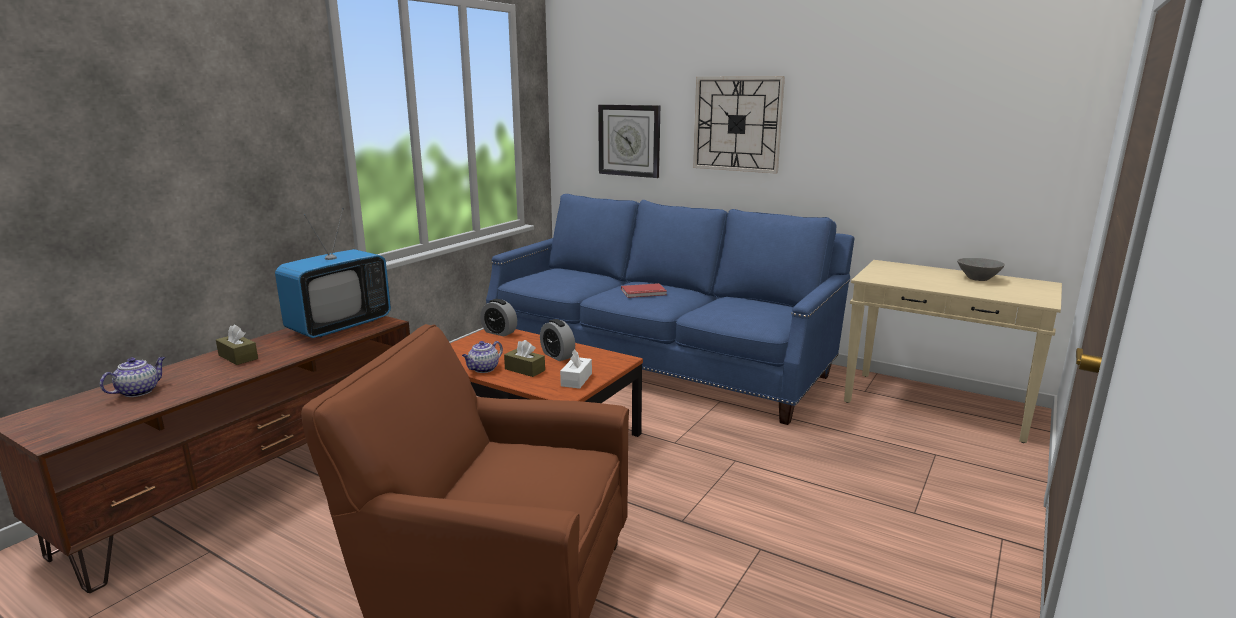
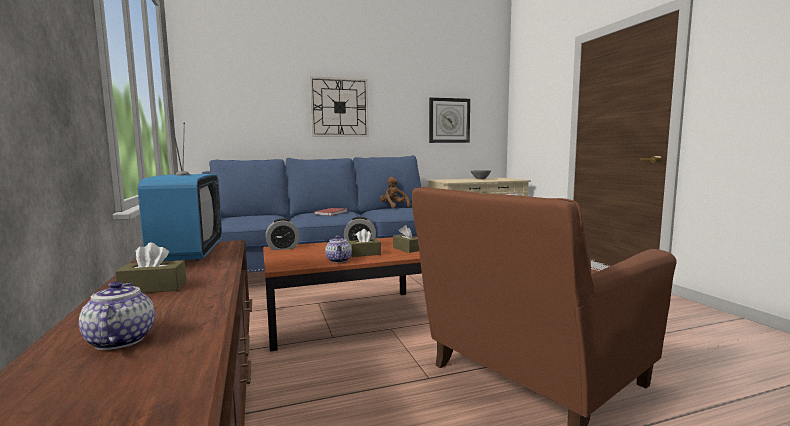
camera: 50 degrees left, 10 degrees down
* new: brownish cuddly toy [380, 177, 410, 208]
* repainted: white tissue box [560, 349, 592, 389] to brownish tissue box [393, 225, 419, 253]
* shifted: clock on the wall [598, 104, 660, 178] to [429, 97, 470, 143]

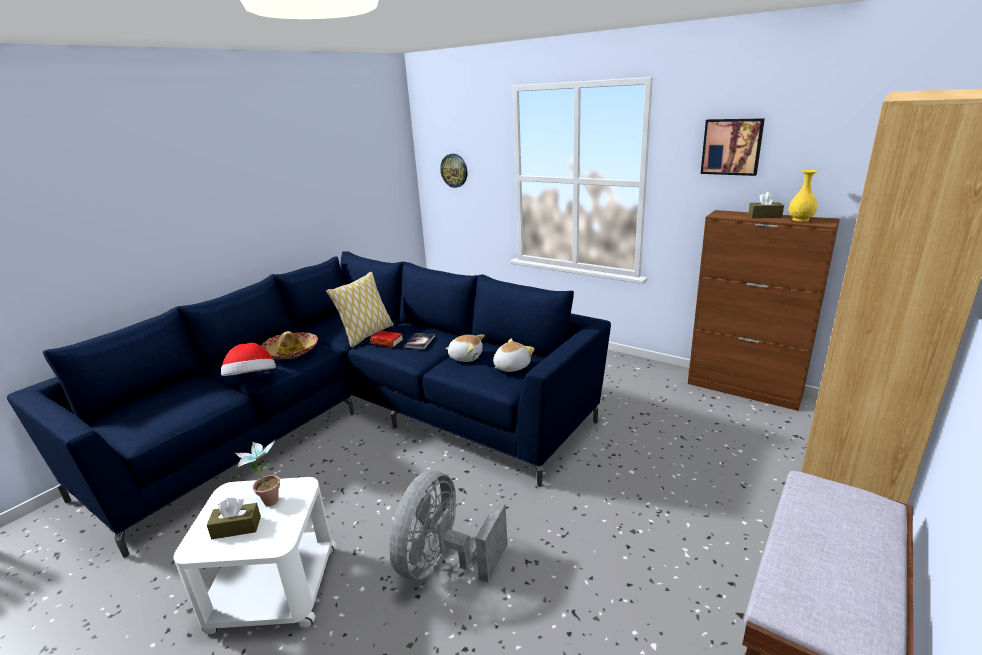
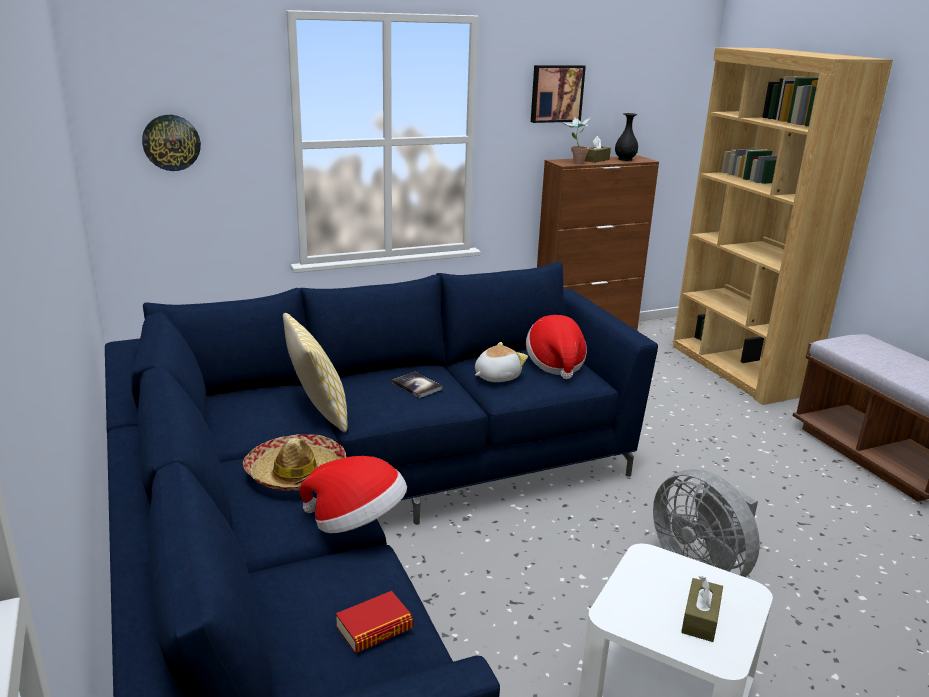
camera: 60 degrees left, 0 degrees up
* shifted: volume [370, 330, 403, 347] to [336, 591, 413, 653]
* swapped: cuddly toy [493, 339, 535, 372] to clothing hat [526, 315, 587, 379]
* shifted: houseplant [235, 440, 280, 506] to [563, 116, 590, 165]
* repainted: yellow-coloured decorative vase [789, 170, 818, 222] to blackish decorative vase [615, 113, 638, 161]

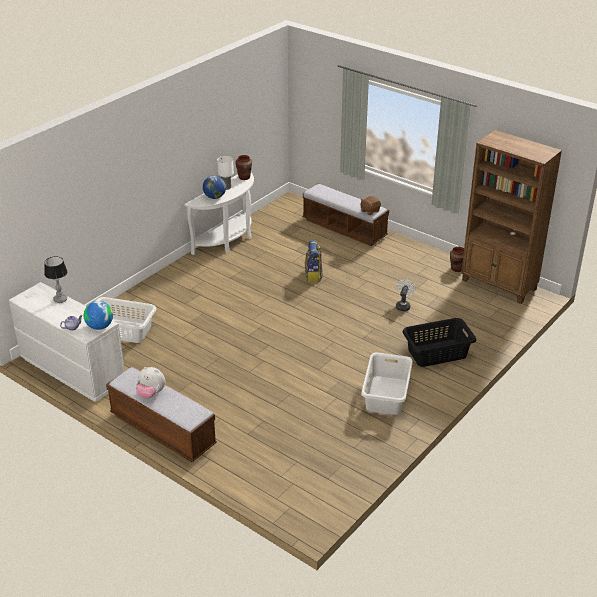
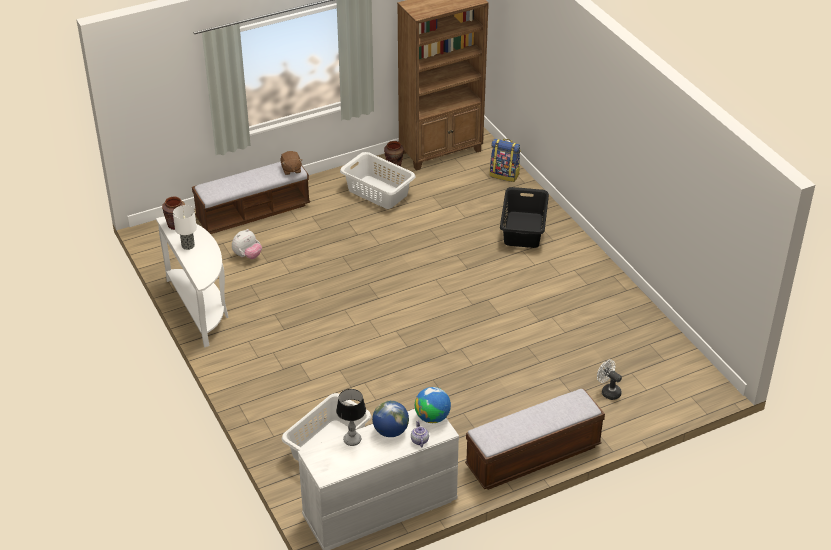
camera: 65 degrees left, 5 degrees up
* shifted: cuddly toy [136, 367, 166, 399] to [232, 229, 262, 259]
* shifted: white washing basket [361, 352, 413, 415] to [340, 152, 415, 209]
* shifted: desk globe [203, 175, 226, 199] to [372, 401, 409, 437]
* shifted: backpack [305, 240, 323, 282] to [490, 139, 521, 182]
* shifted: white fan [396, 279, 415, 311] to [597, 360, 622, 400]

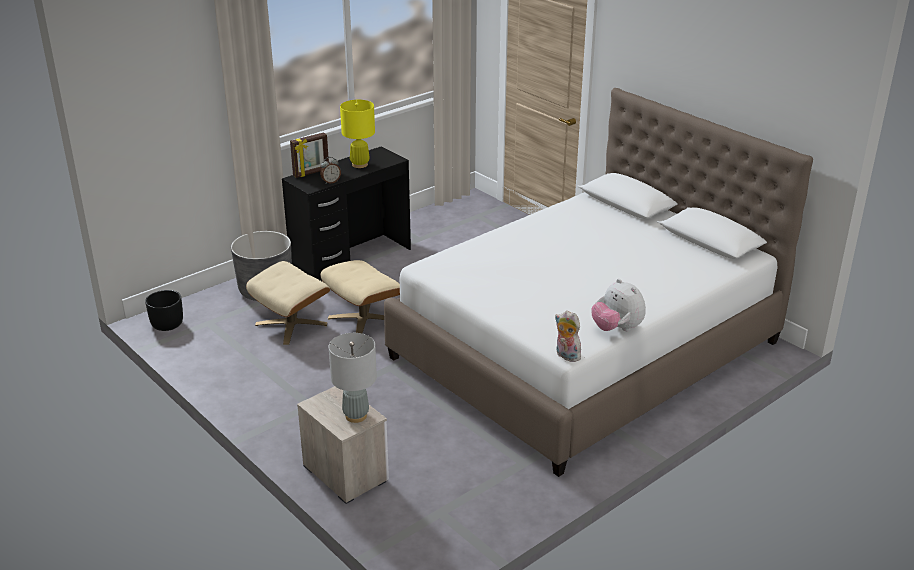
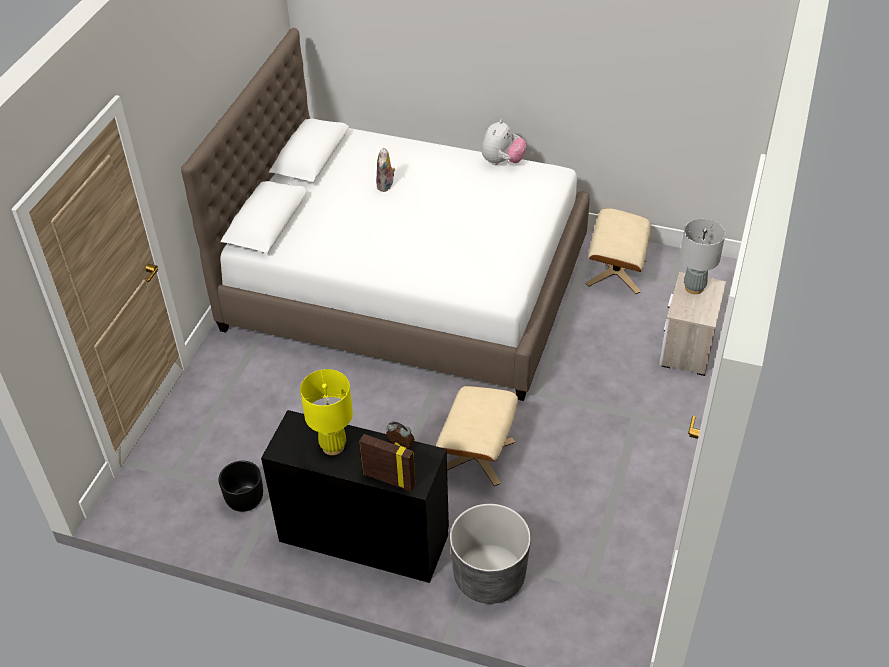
camera: 120 degrees left, 15 degrees up
* shifted: blackish plant pot [145, 290, 183, 331] to [218, 461, 263, 512]
* shifted: cuddly toy [555, 311, 581, 362] to [376, 148, 395, 192]
* shifted: beige-coloured pouffe [246, 261, 330, 345] to [585, 208, 651, 294]

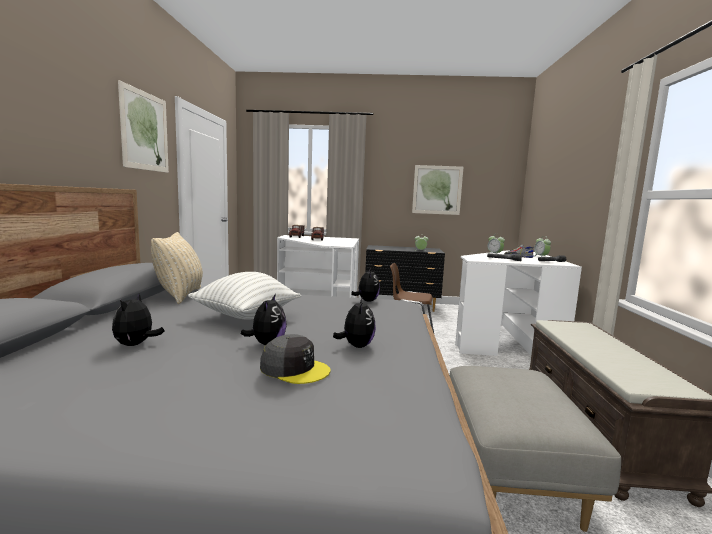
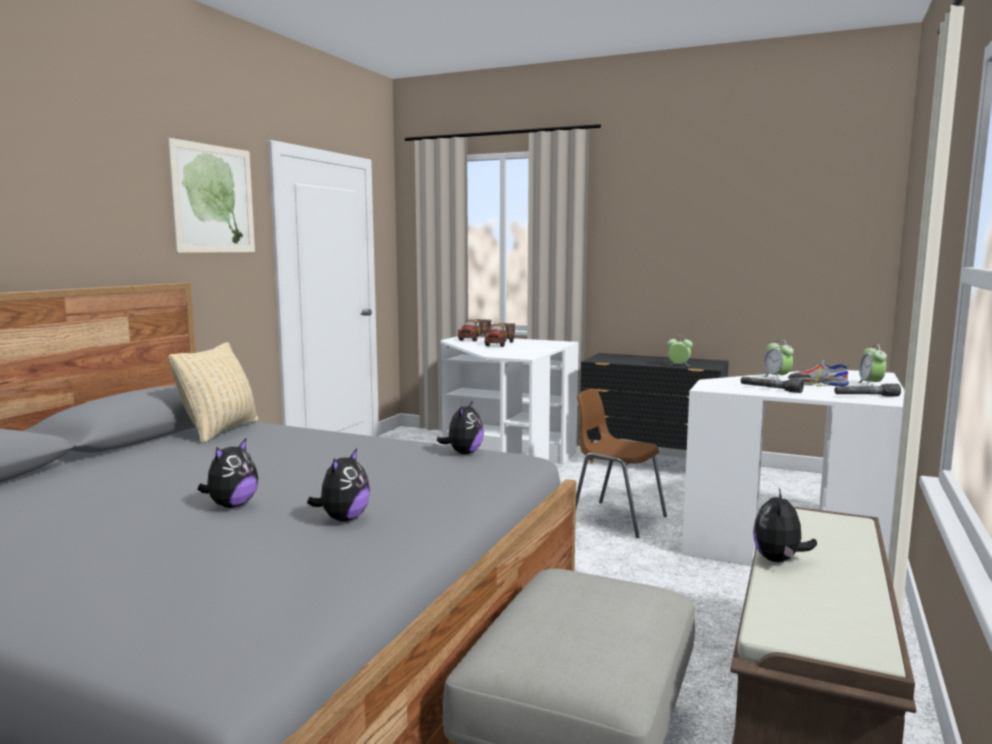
camera: 20 degrees right, 0 degrees up
* shifted: cuddly toy [112, 293, 164, 346] to [753, 488, 817, 562]
* gone: white cushion [188, 272, 301, 320]
* gone: gray cap [260, 334, 331, 384]
* gone: picture [412, 165, 463, 215]

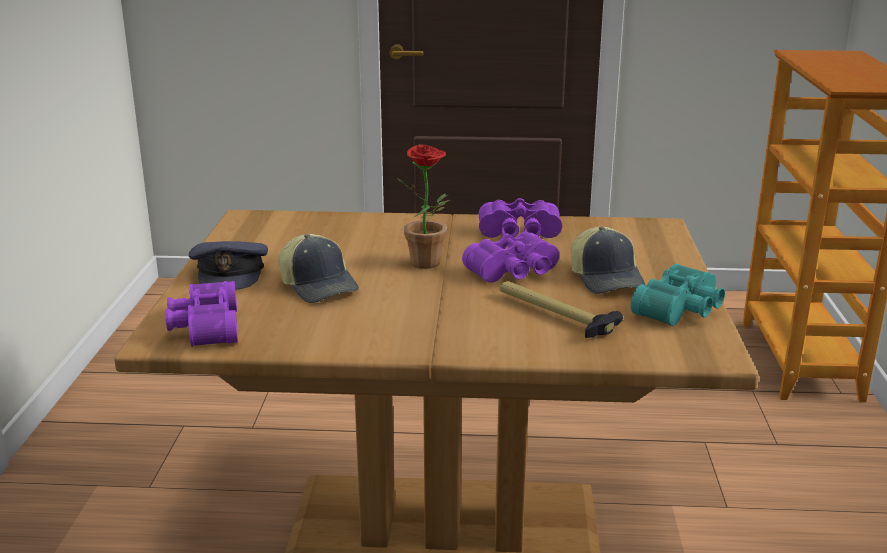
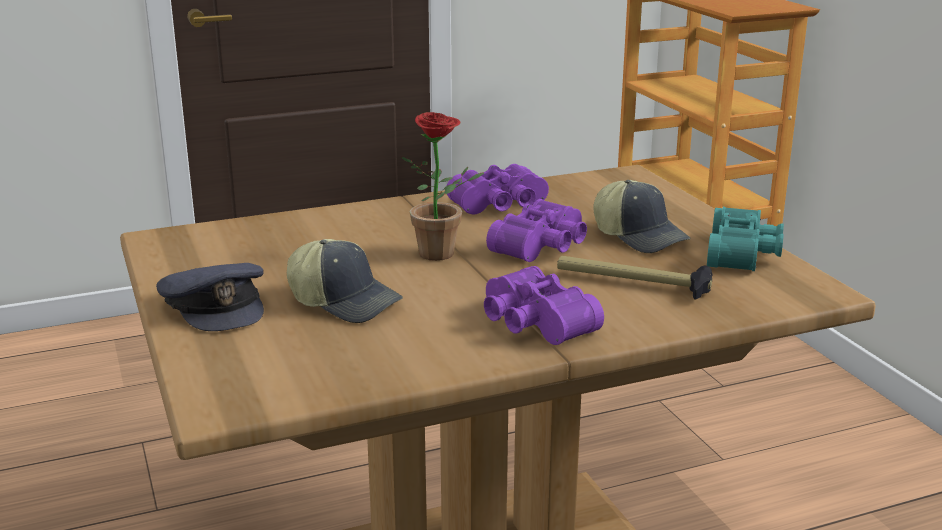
camera: 25 degrees left, 0 degrees up
* shifted: purple-coloured field glasses [166, 281, 238, 347] to [484, 266, 604, 345]

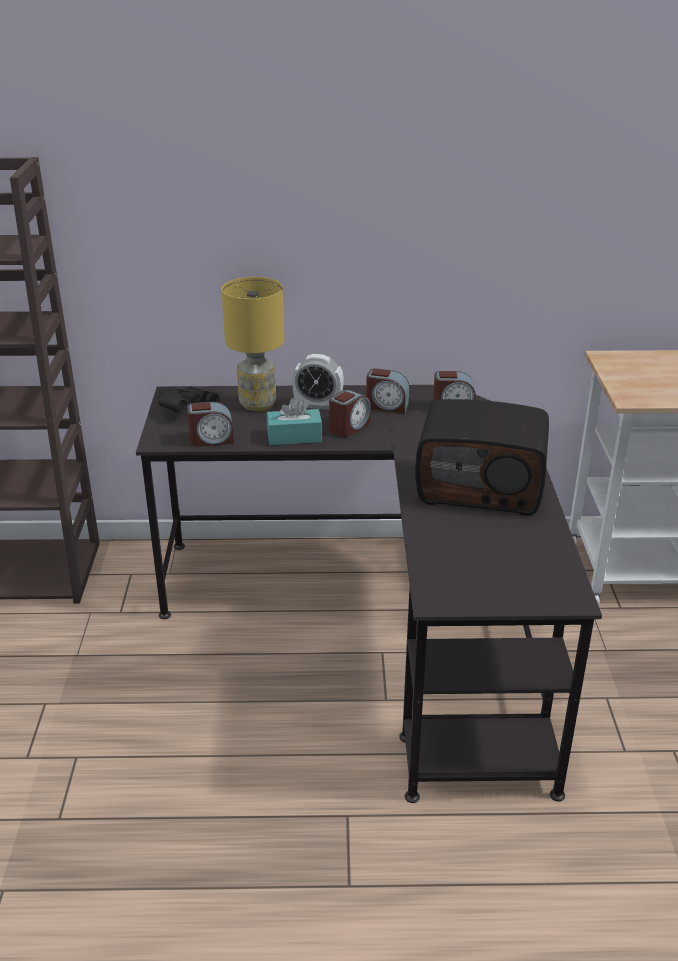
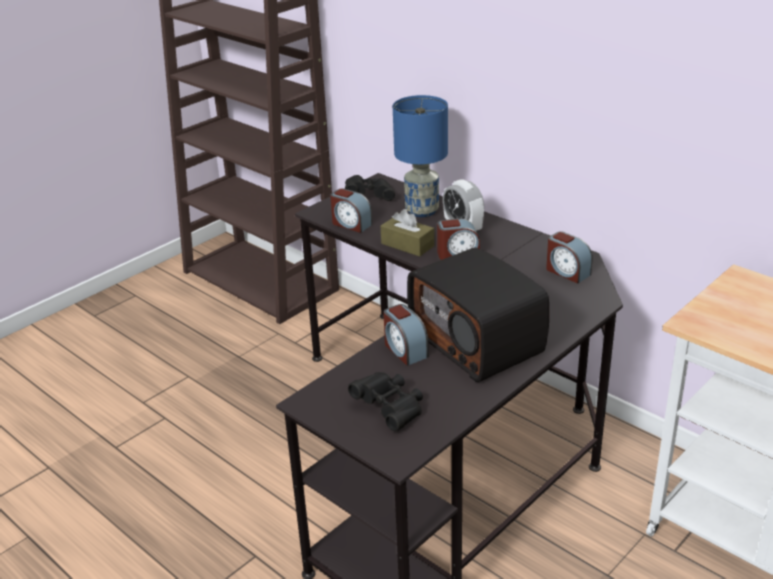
camera: 45 degrees right, 0 degrees up
* new: blackish field glasses [348, 372, 423, 431]
* repainted: blue-green tissue box [267, 398, 322, 445] to brownish tissue box [381, 209, 434, 257]
* shifted: alarm clock [366, 368, 410, 413] to [384, 304, 429, 366]
* repainted: yellow-coloured tabletop lamp [221, 277, 284, 411] to blue tabletop lamp [393, 95, 448, 217]

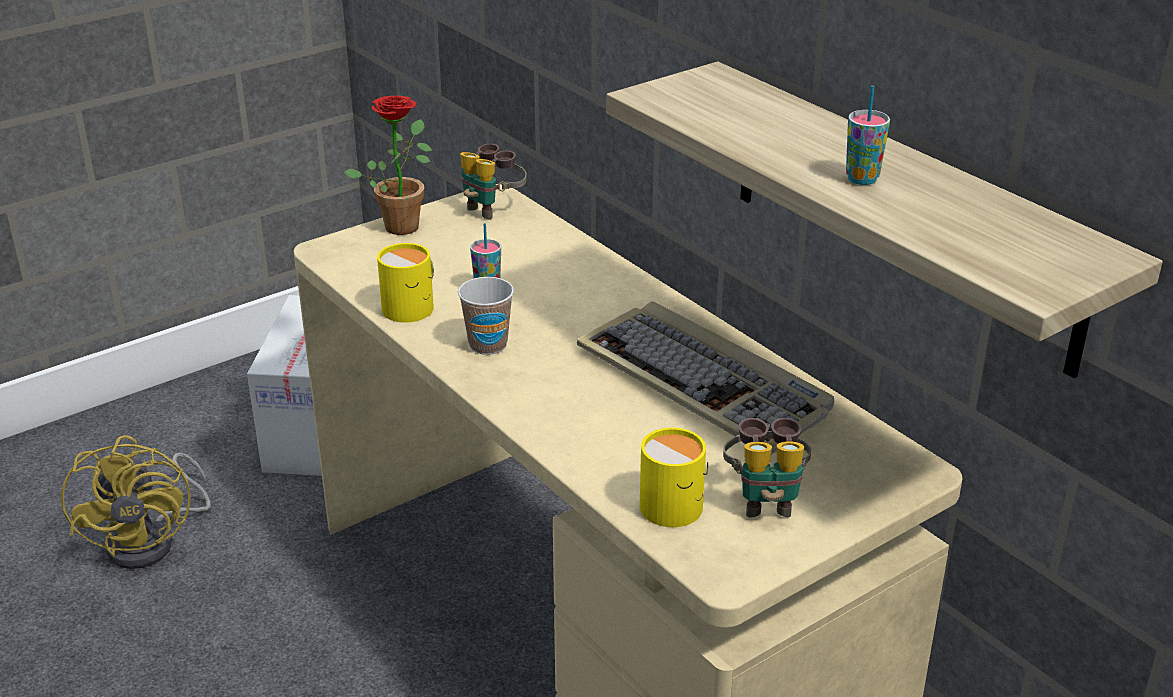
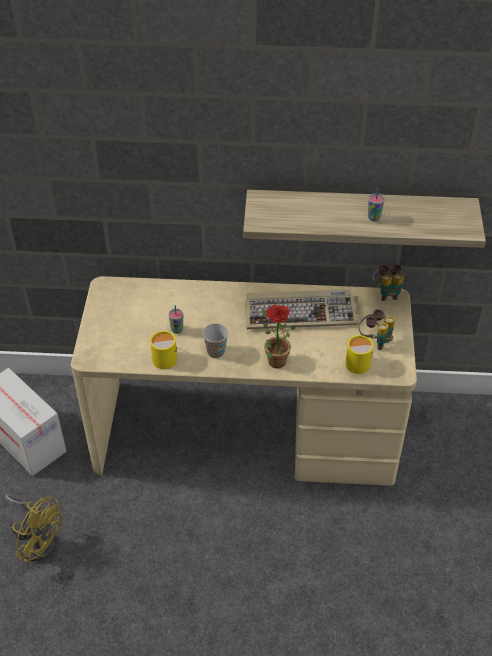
camera: 50 degrees left, 15 degrees up
* shifted: houseplant [344, 96, 432, 235] to [261, 304, 296, 368]
* shifted: field glasses [460, 144, 527, 220] to [372, 264, 405, 301]

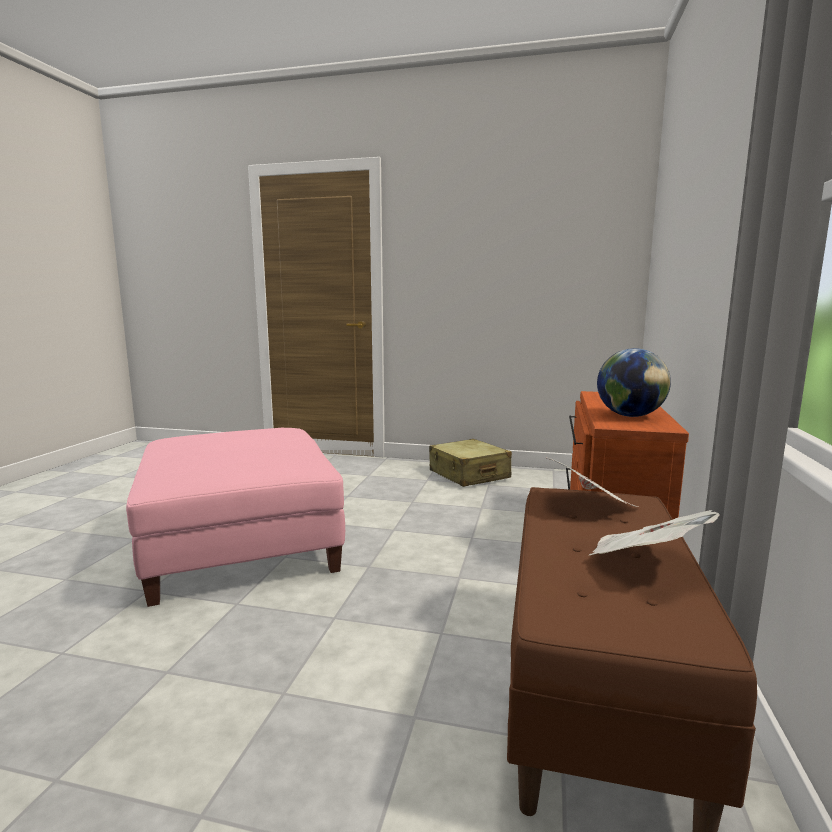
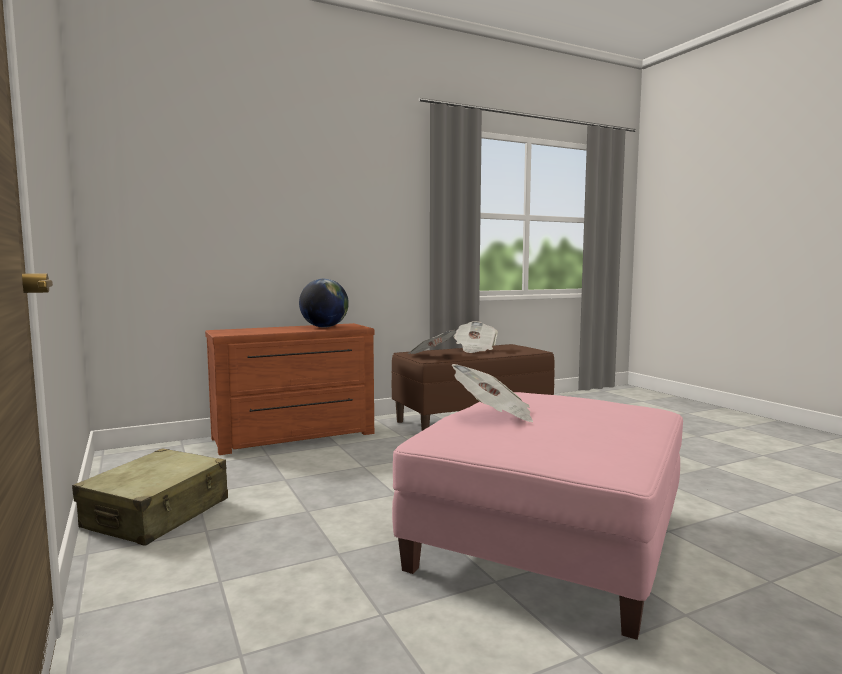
camera: 130 degrees left, 5 degrees down
* new: printed paper [452, 364, 533, 422]

